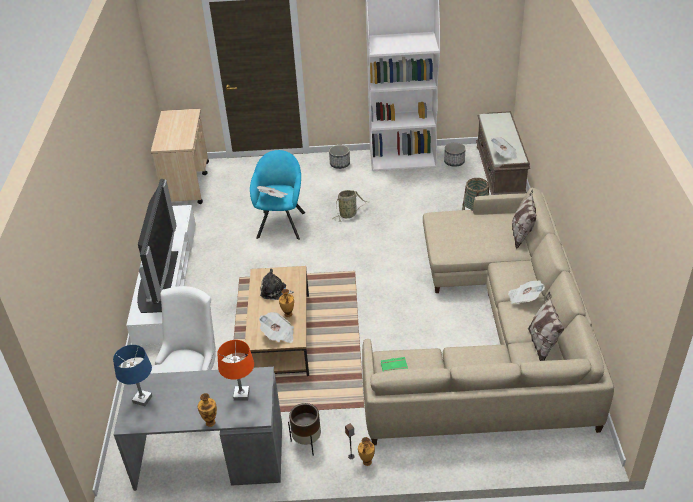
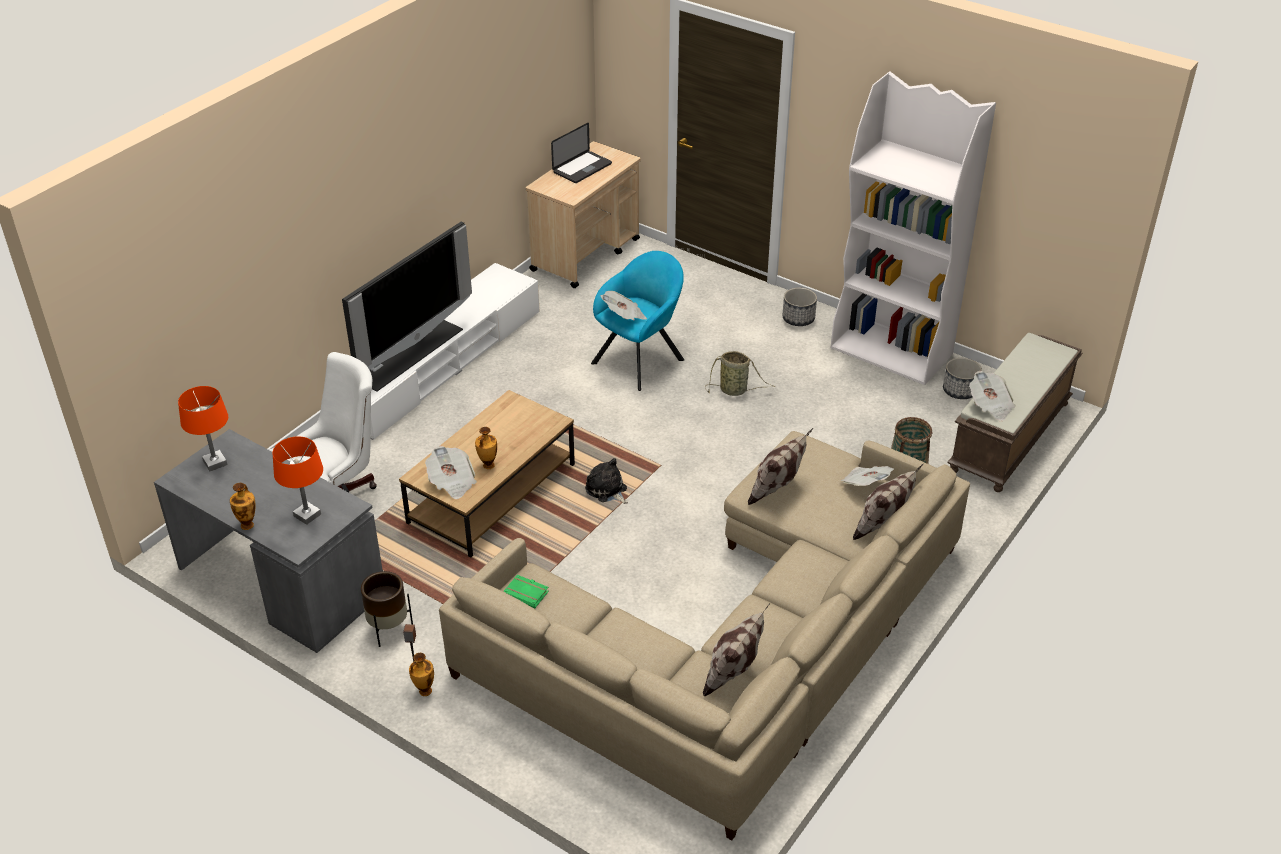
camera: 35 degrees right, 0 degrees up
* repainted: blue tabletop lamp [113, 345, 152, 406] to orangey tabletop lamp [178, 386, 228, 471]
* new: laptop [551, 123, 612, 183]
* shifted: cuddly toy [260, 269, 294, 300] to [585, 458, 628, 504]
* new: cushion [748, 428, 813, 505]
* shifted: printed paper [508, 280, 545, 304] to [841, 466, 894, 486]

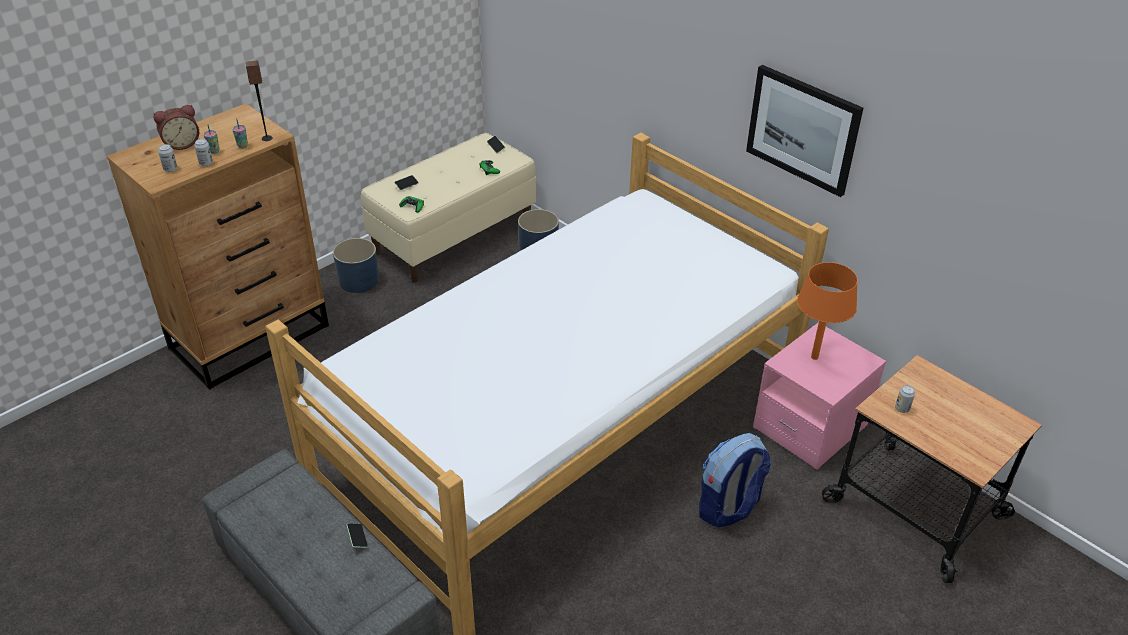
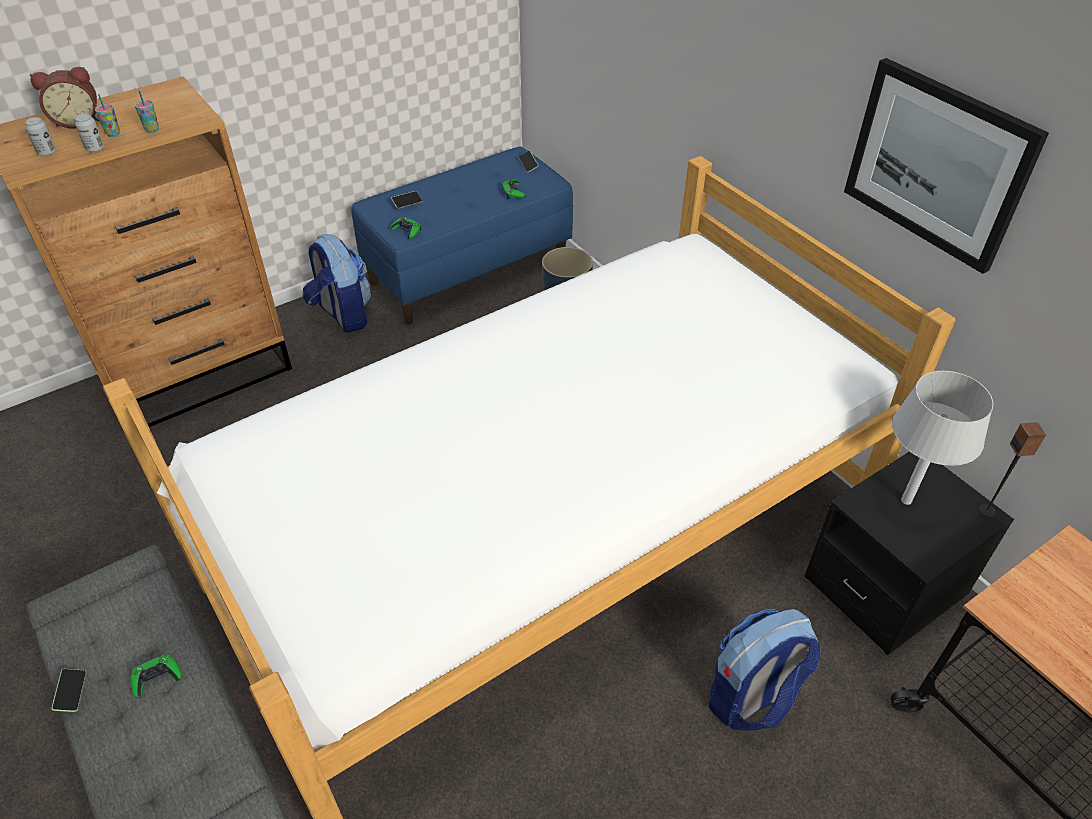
camera: 10 degrees right, 5 degrees up
* shifted: phone [346, 523, 368, 548] to [51, 669, 87, 712]
* new: green-coloured game controller [130, 654, 182, 698]
* swapped: blue plant pot [333, 238, 379, 293] to backpack [303, 234, 371, 333]
* repainted: beige-coloured indoor bench [361, 133, 536, 283] to blue indoor bench [352, 147, 573, 325]
* repainted: pinkish night table [753, 322, 886, 470] to blackish night table [804, 452, 1014, 656]
* repainted: orangey tabletop lamp [797, 262, 858, 360] to gray tabletop lamp [892, 371, 993, 505]
* shifted: speaker [246, 60, 272, 141] to [979, 422, 1046, 517]
* gone: can [895, 385, 915, 413]

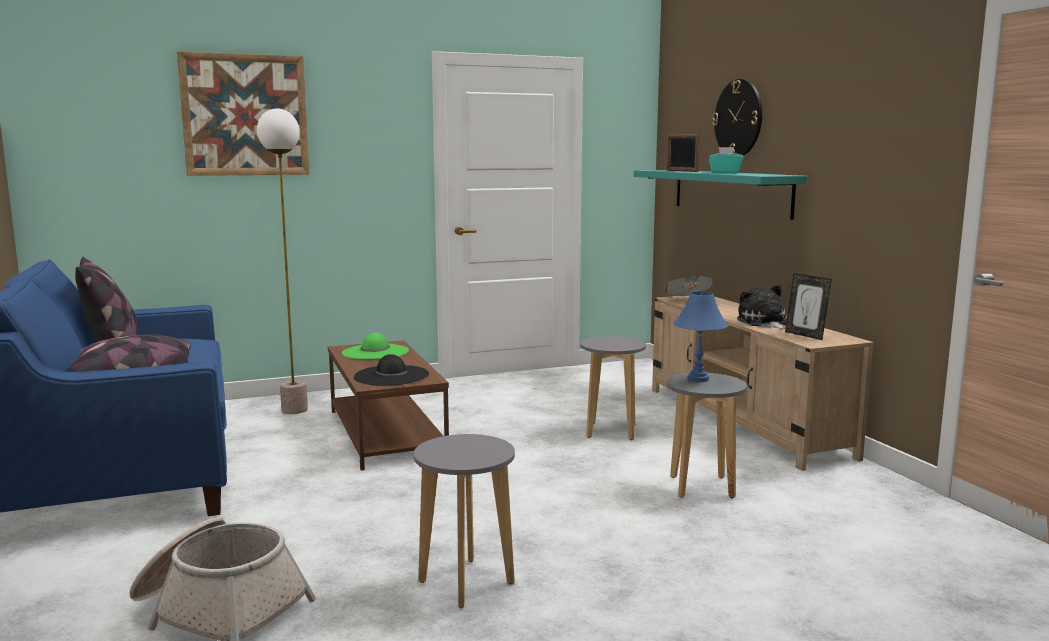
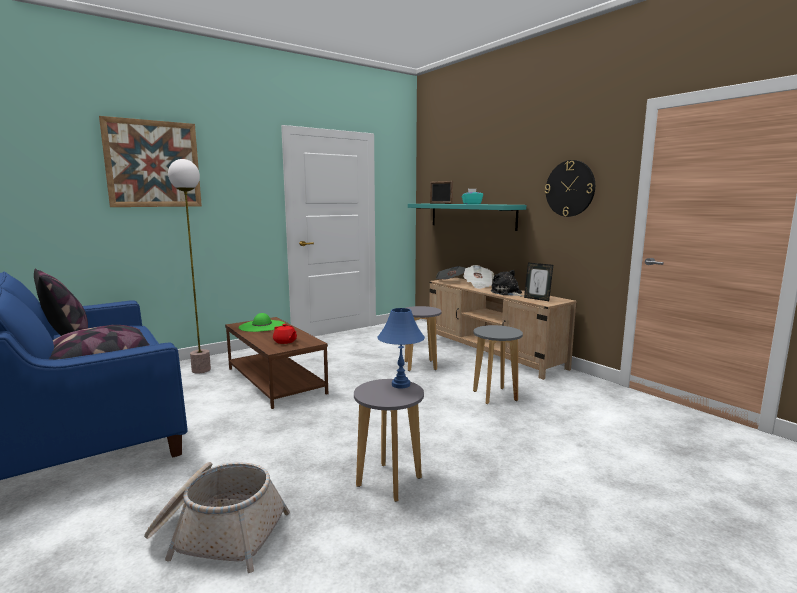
camera: 15 degrees left, 0 degrees up
* swapped: blackish clothing hat [354, 354, 429, 386] to red pot for tea [273, 324, 297, 344]
* shifted: blue tabletop lamp [673, 292, 728, 382] to [377, 308, 425, 389]
* new: printed paper [463, 265, 494, 289]
* shifted: clock on the wall [712, 79, 762, 156] to [545, 160, 595, 217]

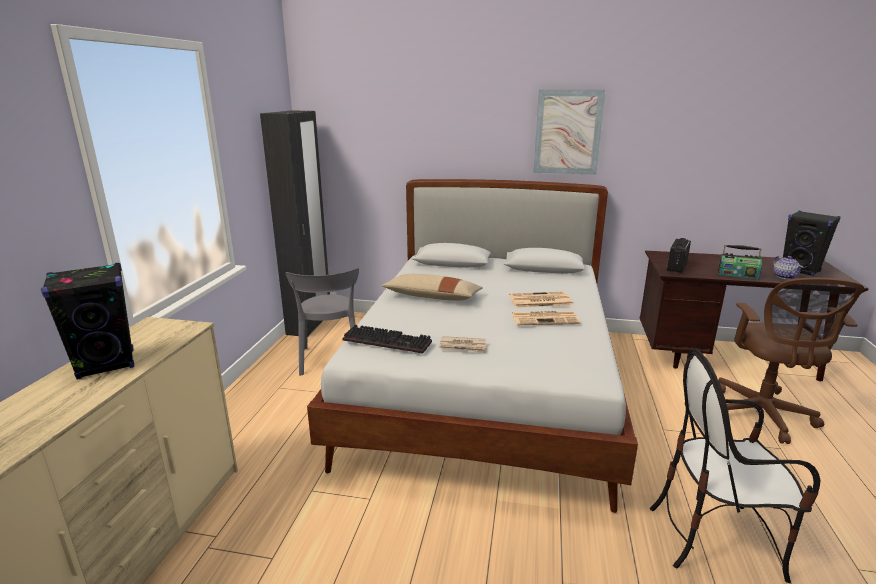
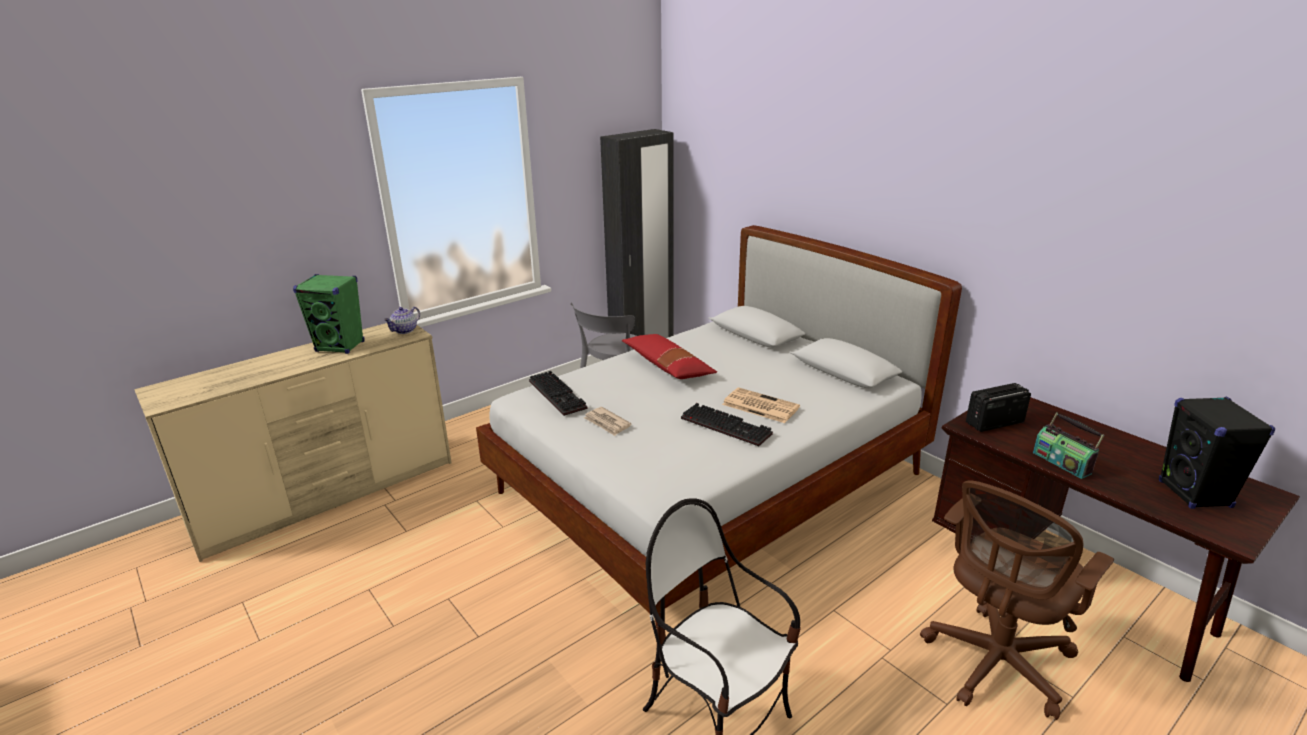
camera: 40 degrees right, 5 degrees up
* repainted: blackish speaker [41, 263, 134, 380] to green-coloured speaker [293, 274, 365, 354]
* shifted: pot for tea [773, 256, 803, 279] to [384, 307, 420, 334]
* repainted: beige-coloured cushion [381, 274, 483, 300] to red cushion [622, 334, 717, 379]
* swapped: printed paper [512, 311, 580, 325] to keyboard [681, 403, 773, 446]
* gone: picture [533, 90, 605, 175]

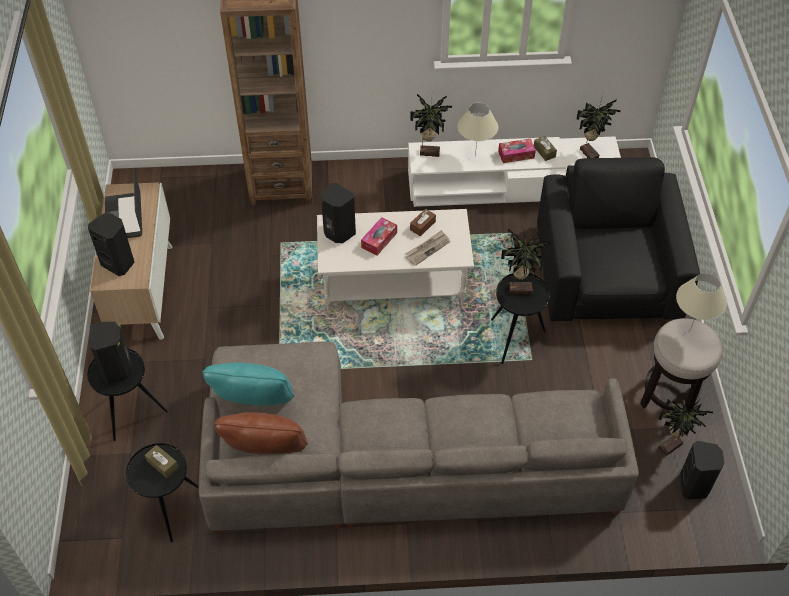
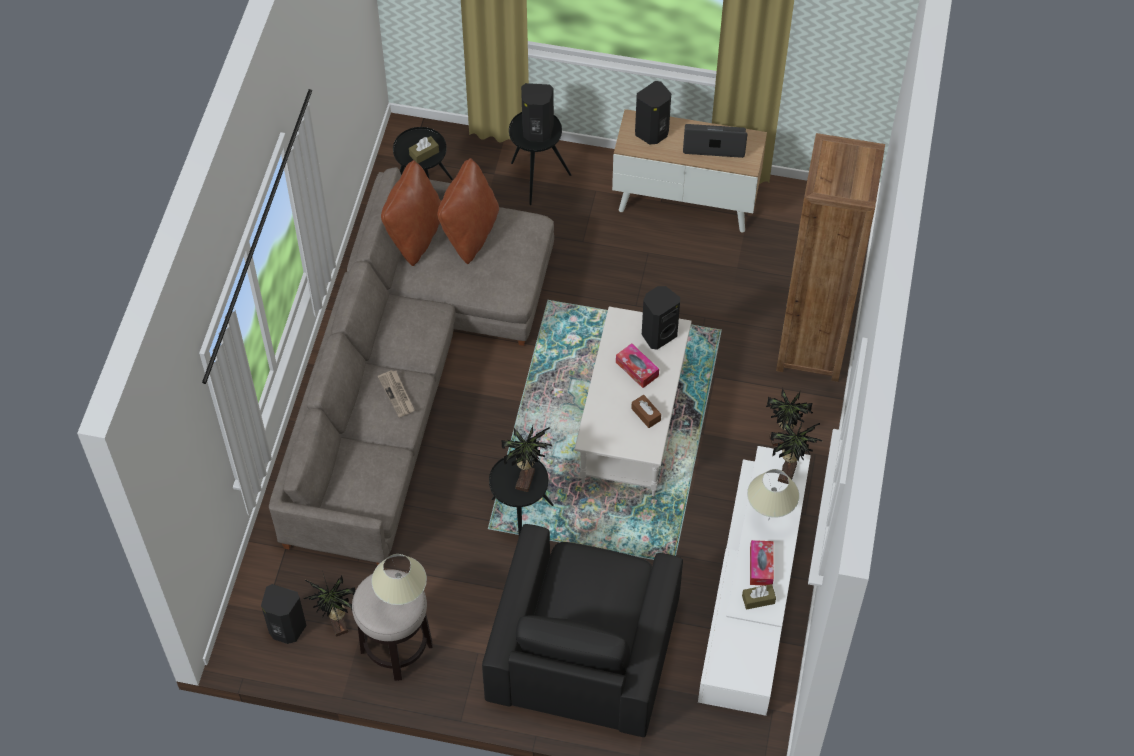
camera: 105 degrees right, 5 degrees up
* shifted: printed paper [406, 230, 450, 266] to [378, 370, 415, 417]
* repainted: blue-green cushion [202, 362, 294, 406] to brownish cushion [437, 158, 499, 264]
* rotated: blackish easy chair [537, 157, 700, 321] = [482, 524, 683, 737] 90 degrees clockwise
* shifted: houseplant [576, 99, 621, 158] to [766, 388, 813, 447]

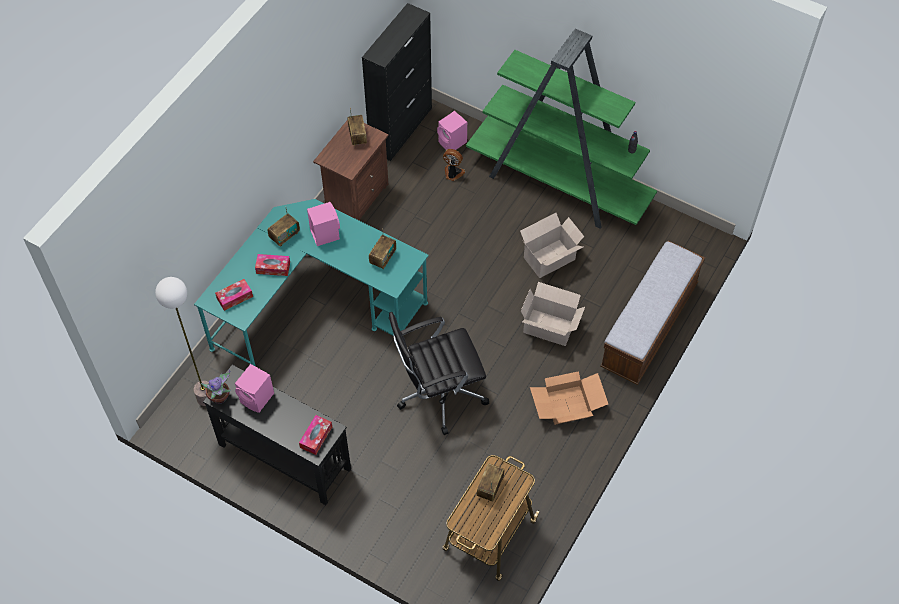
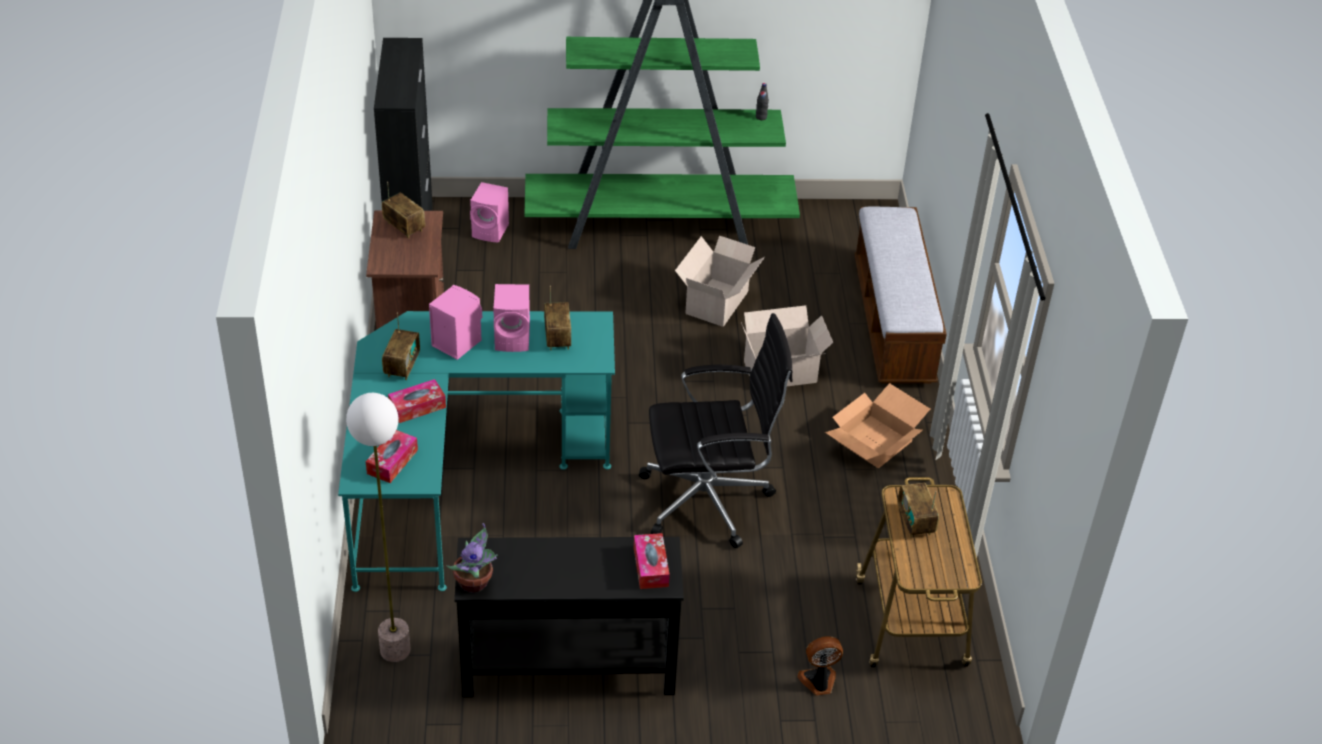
camera: 35 degrees left, 15 degrees down
* shifted: pinkish speaker [235, 364, 274, 413] to [493, 284, 530, 352]
* rotated: blackish desk chair [389, 312, 489, 435] = [639, 313, 793, 548] 135 degrees counterclockwise
* shifted: fan [443, 149, 465, 181] to [797, 636, 843, 695]

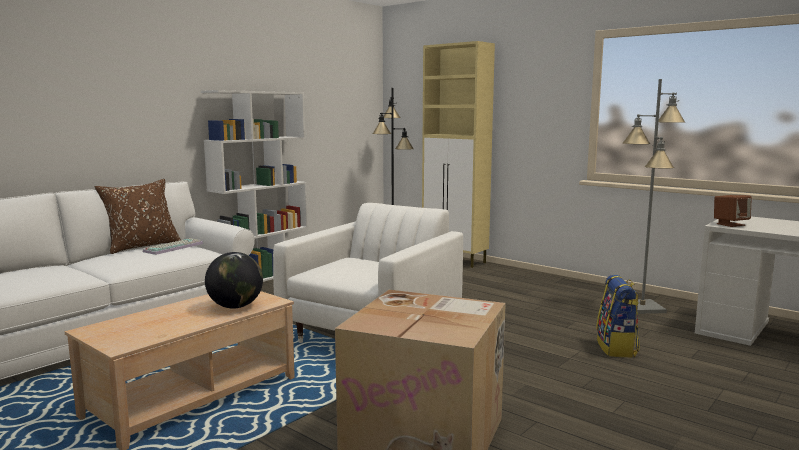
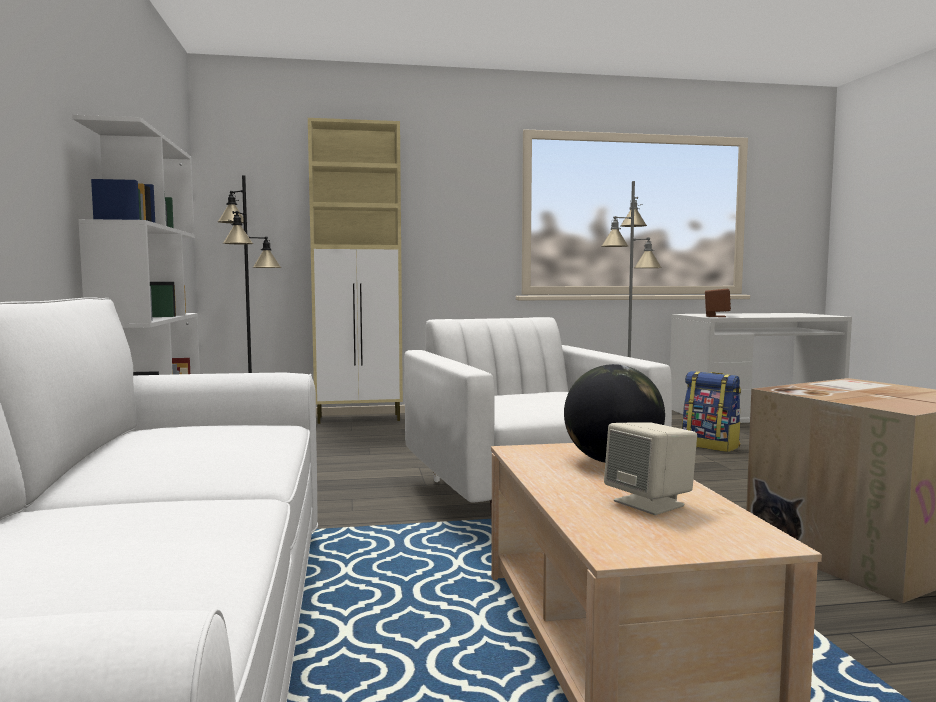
camera: 50 degrees left, 5 degrees down
* new: beige-coloured speaker [604, 422, 697, 515]
* gone: brownish cushion [95, 179, 181, 254]
* gone: keyboard [143, 238, 204, 255]

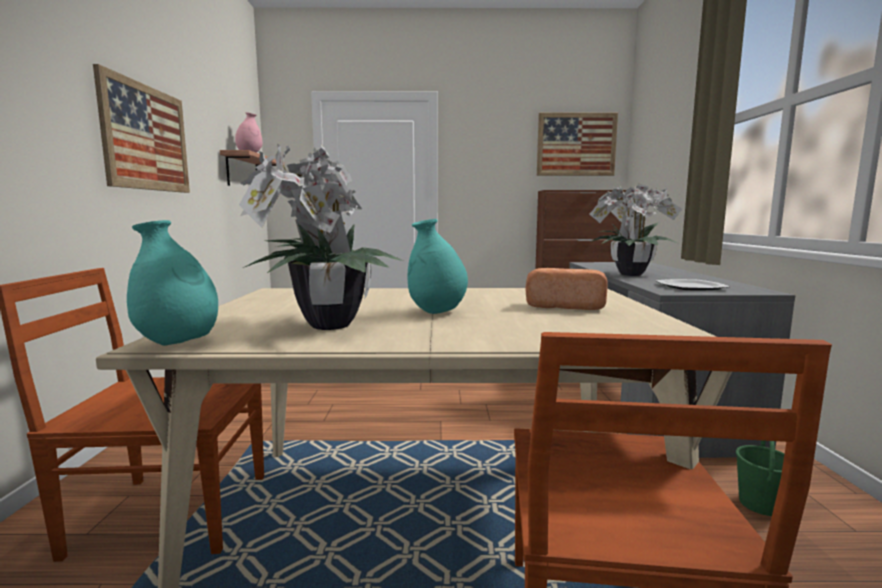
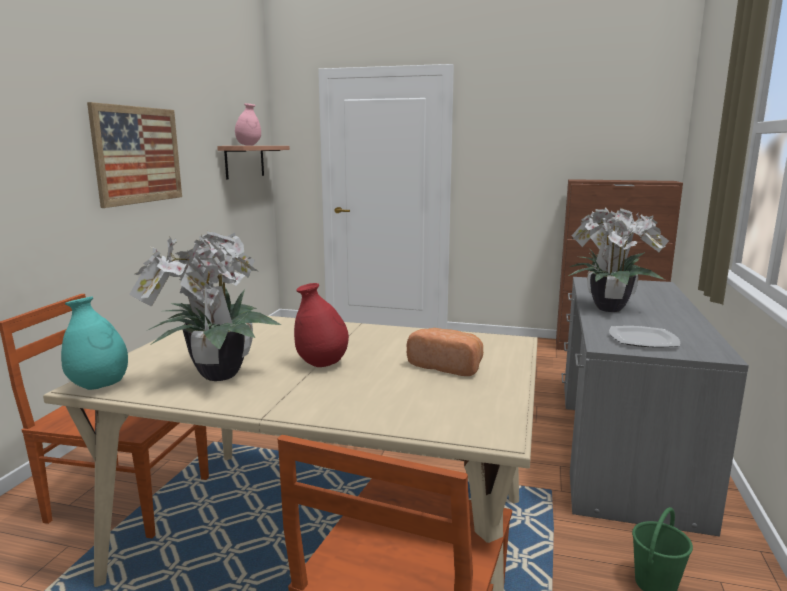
camera: 15 degrees right, 5 degrees up
* repainted: blue-green decorative vase [407, 219, 468, 314] to red decorative vase [294, 283, 349, 367]
* gone: picture [537, 113, 618, 176]

